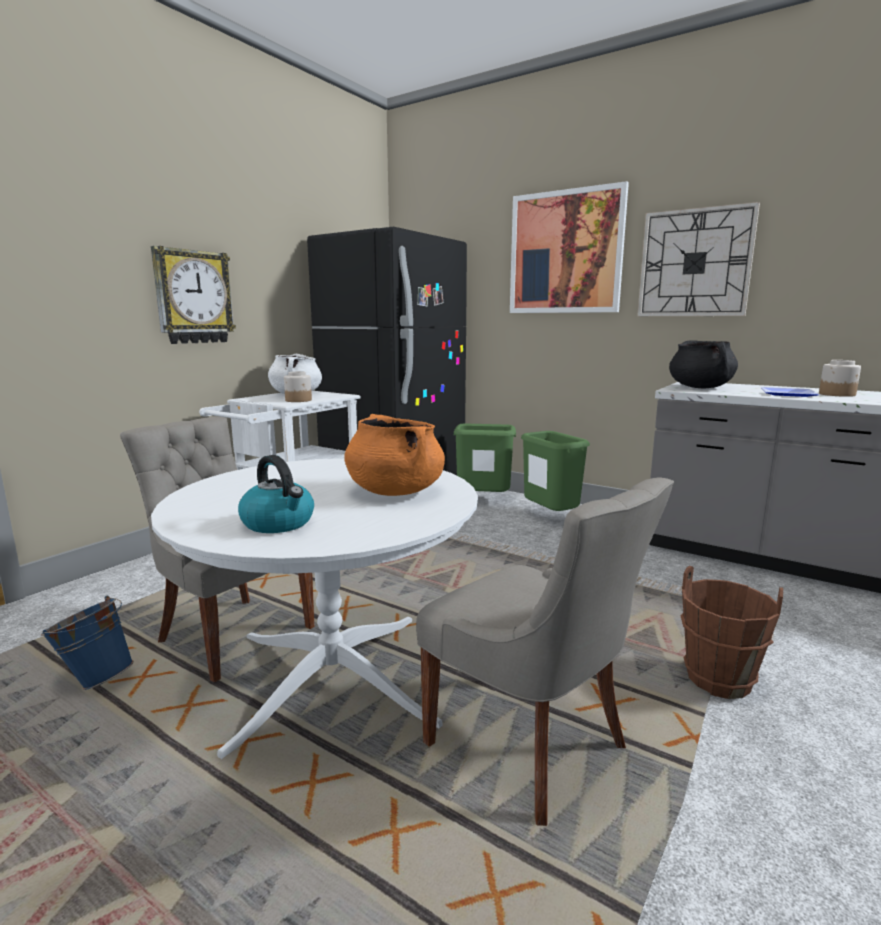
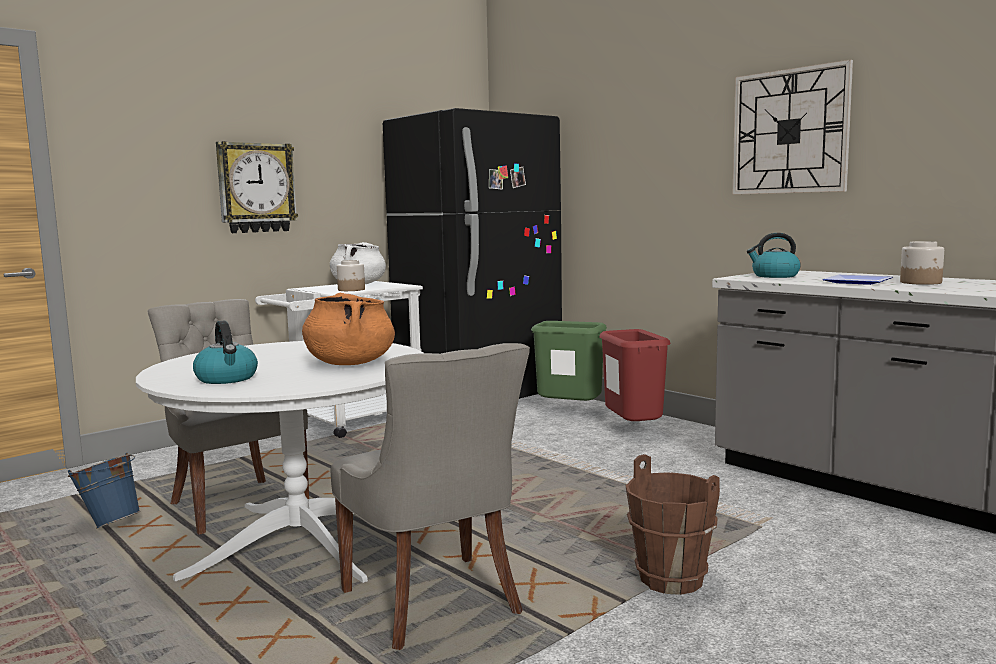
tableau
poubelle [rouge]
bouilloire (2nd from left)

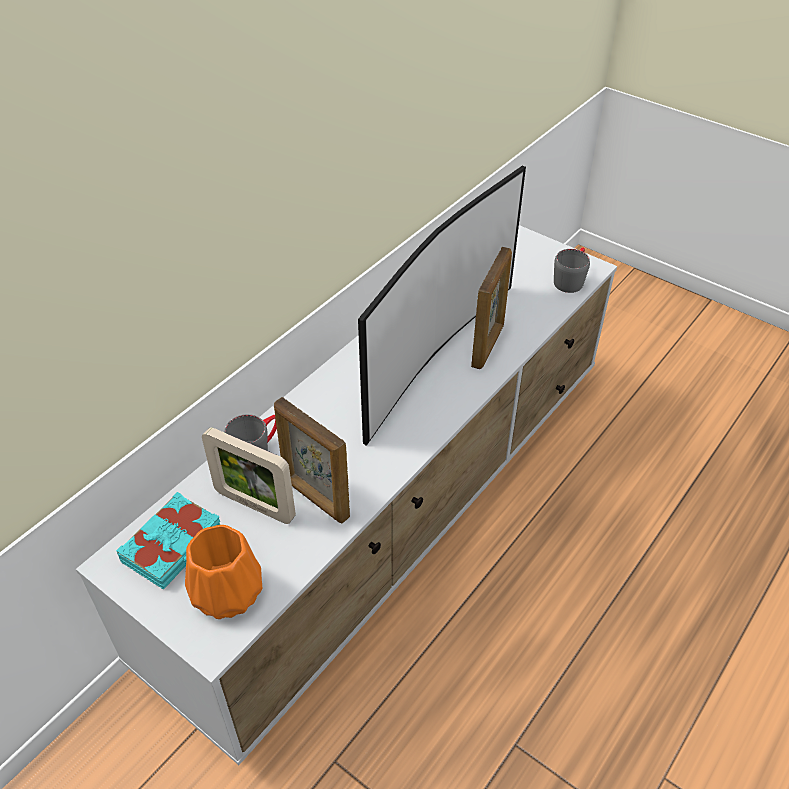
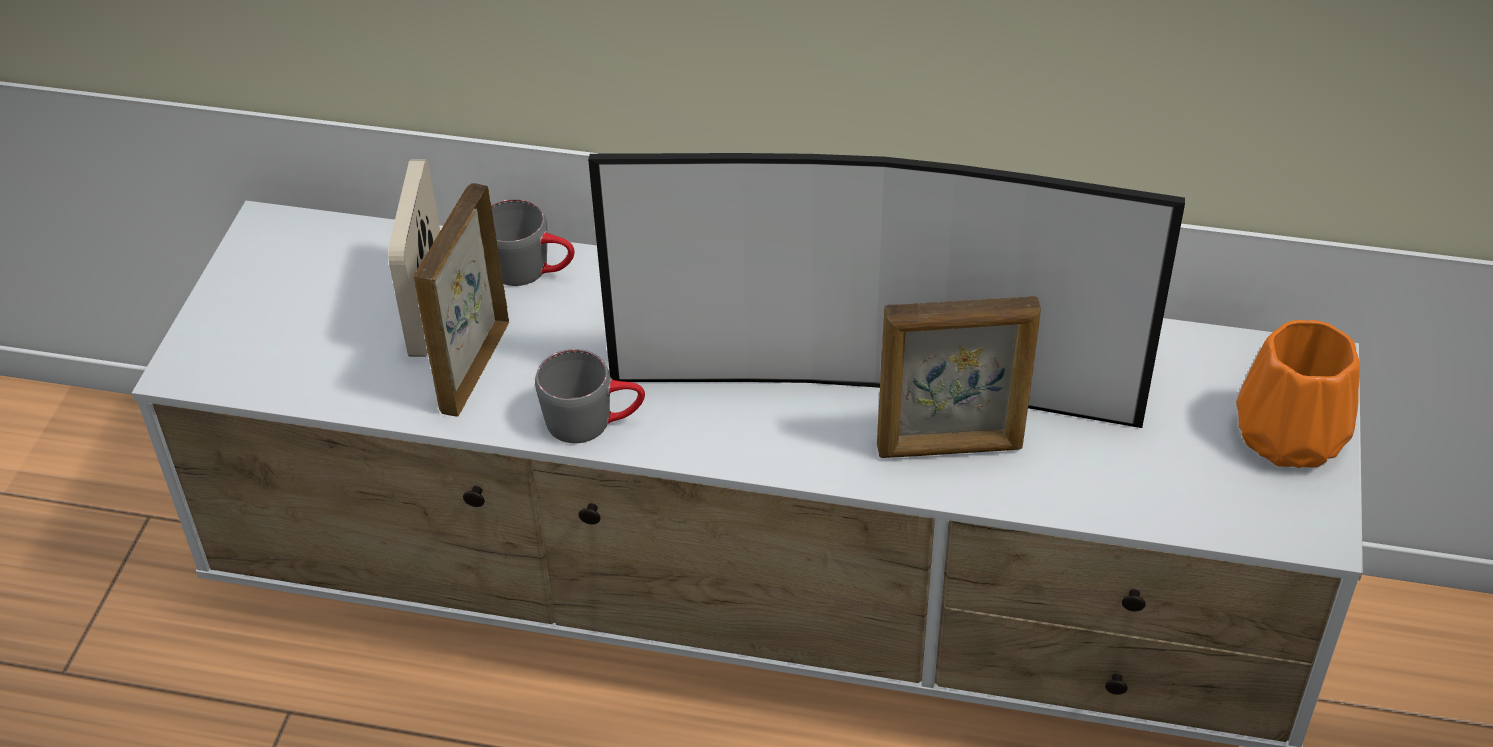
livre [turquoise]
vase [orange]
mug [gris] (2nd from left)

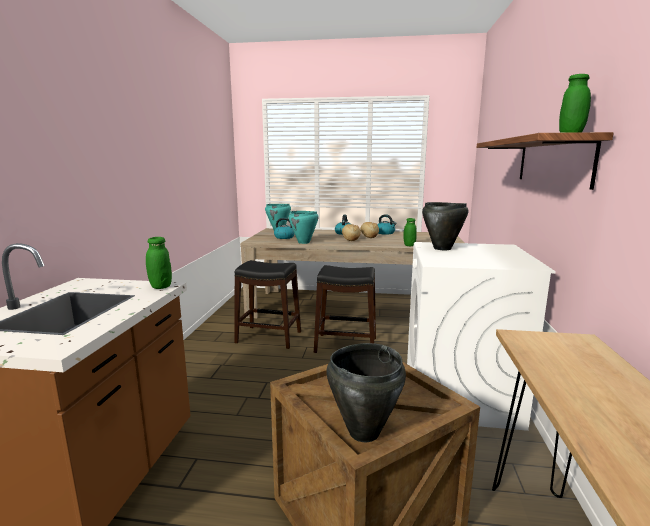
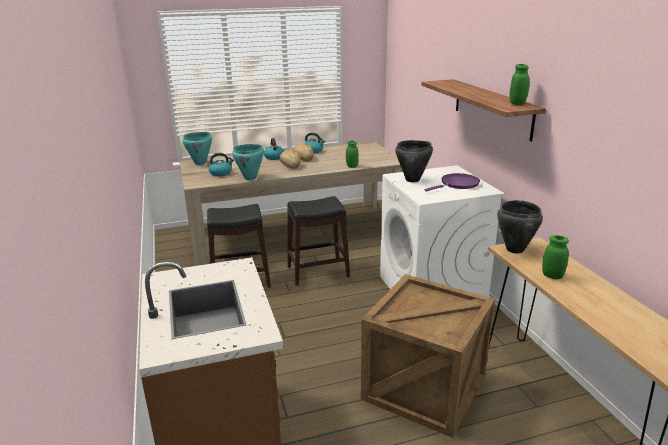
bocal [vert] (3rd from left)
marmite [noir] (2nd from left)
poêle [violet]

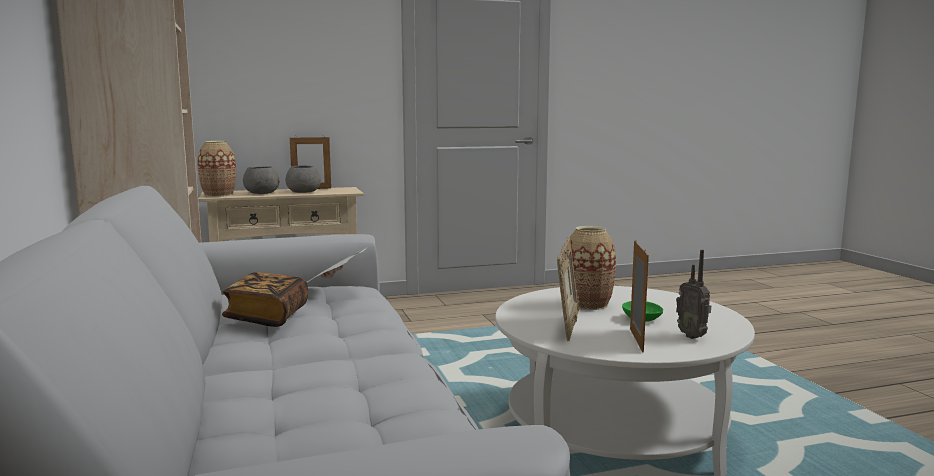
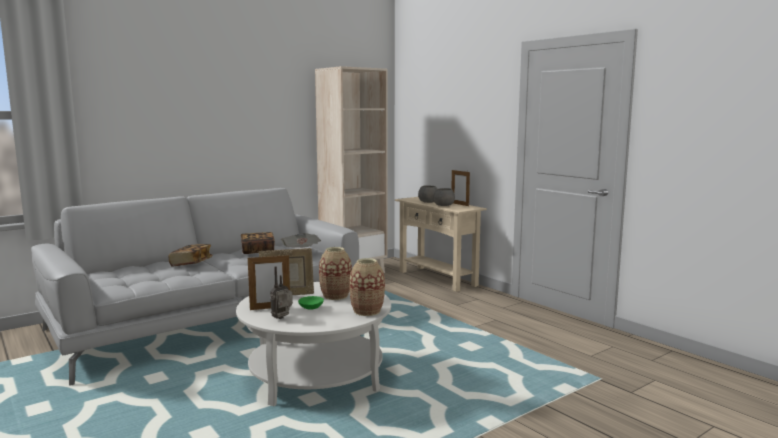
vase (2nd from left)
livre (1st from left)

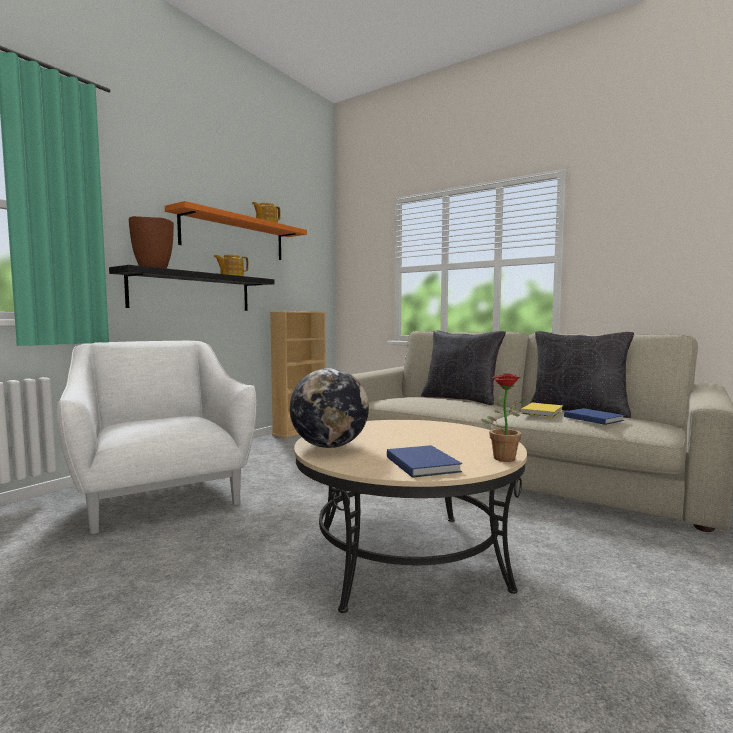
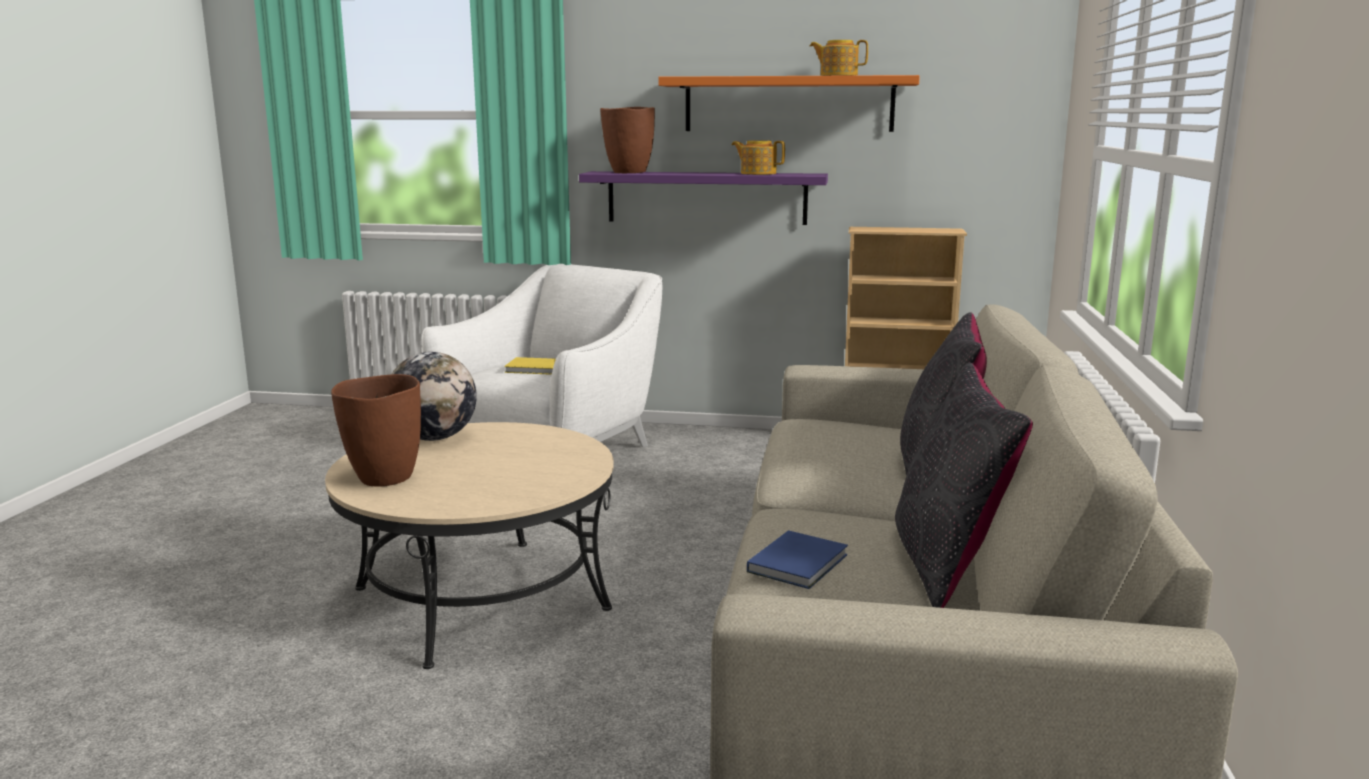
étagère [violet]
vase [marron] (1st from left)
plante en pot
livre [jaune]

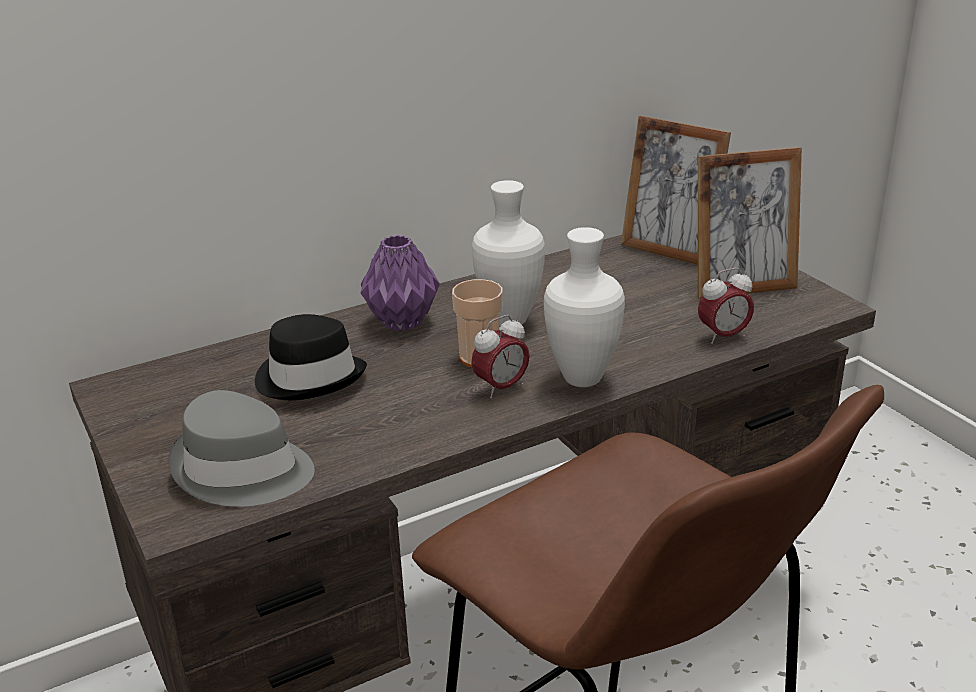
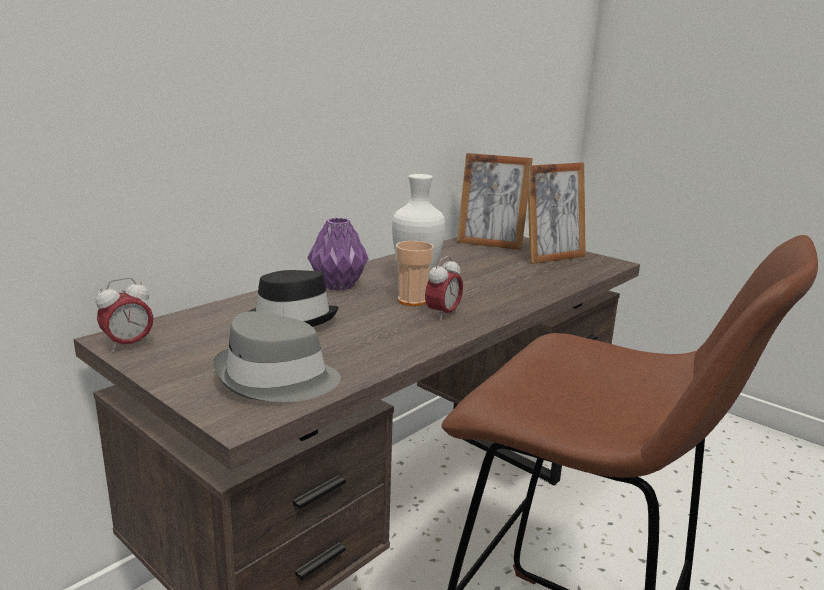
vase [blanc] (2nd from left in the first image)
réveil (1st from left)

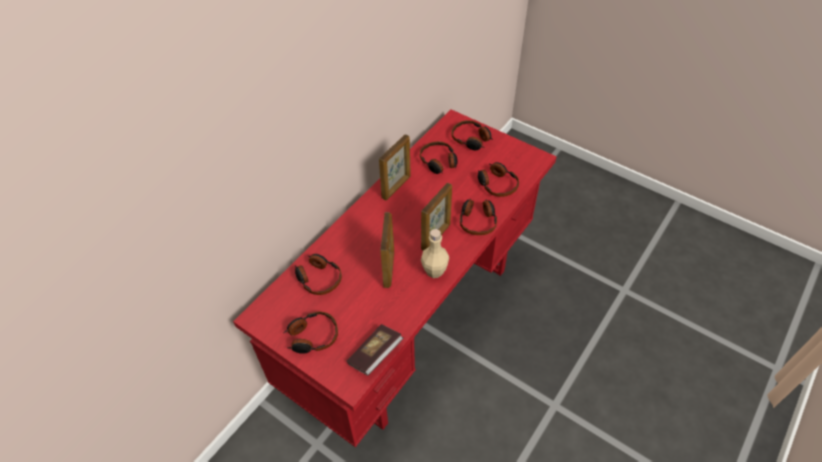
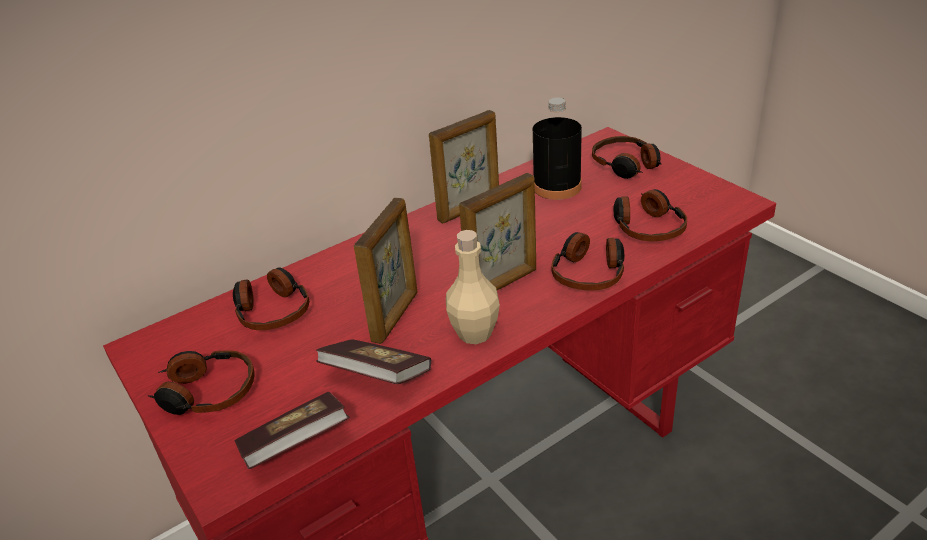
bouteille [noir]
livre (2nd from left)

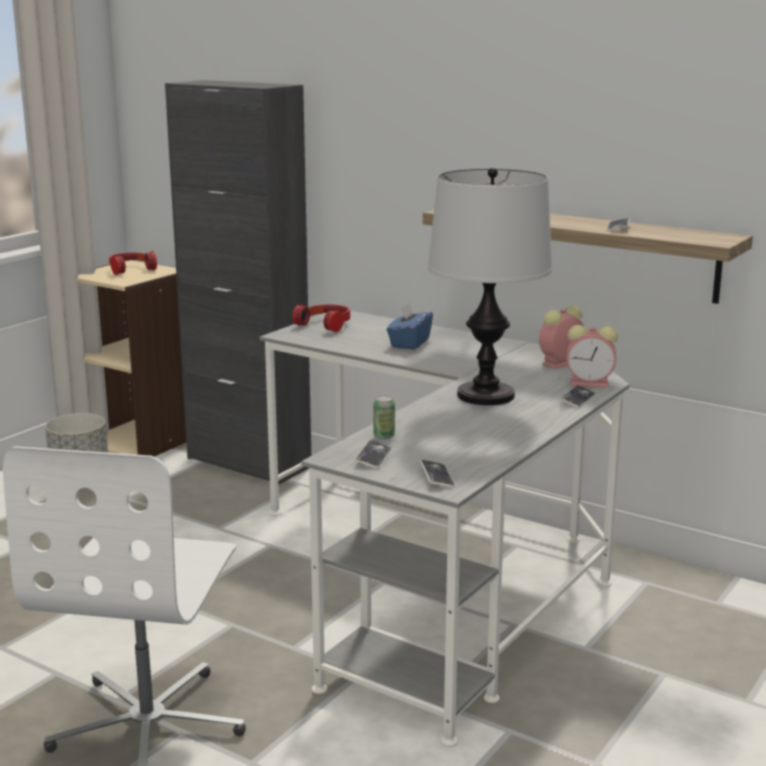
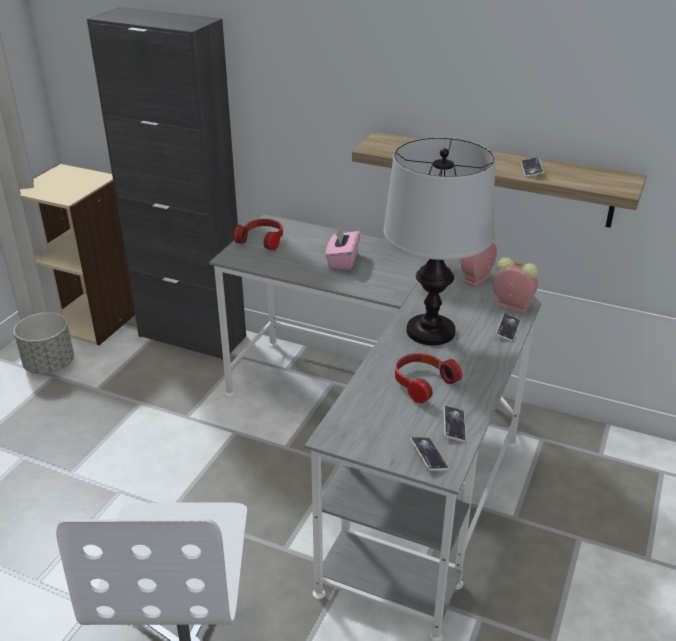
casque audio (2nd from left)
téléphone (2nd from left)
boîte métallique
boîte à mouchoirs [rose]
réveil (2nd from left)

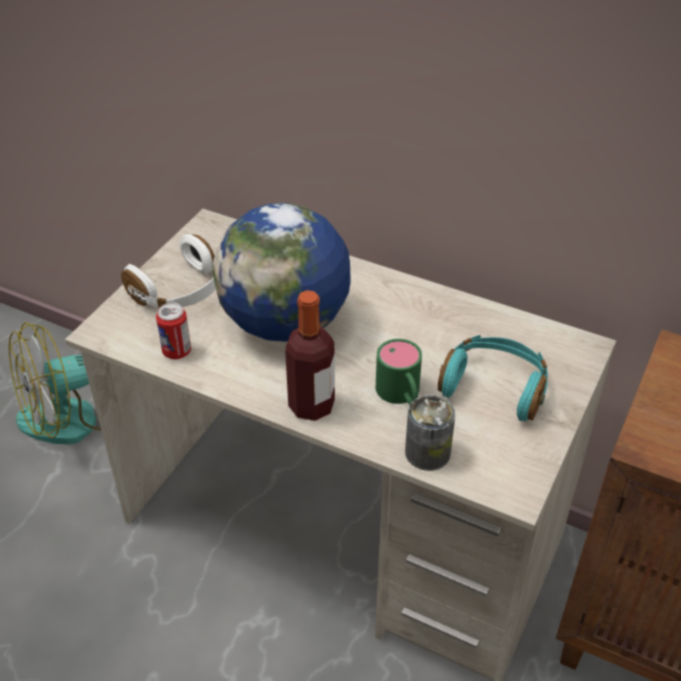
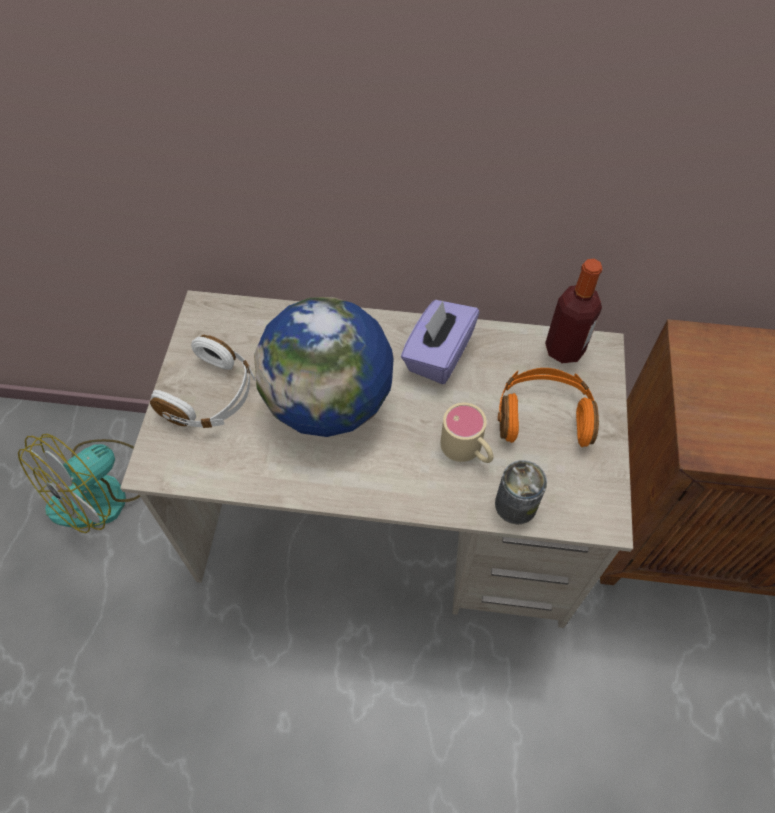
boîte métallique (1st from left in the first image)
bouteille
mug [beige]
casque audio [orange]
boîte à mouchoirs [violet]

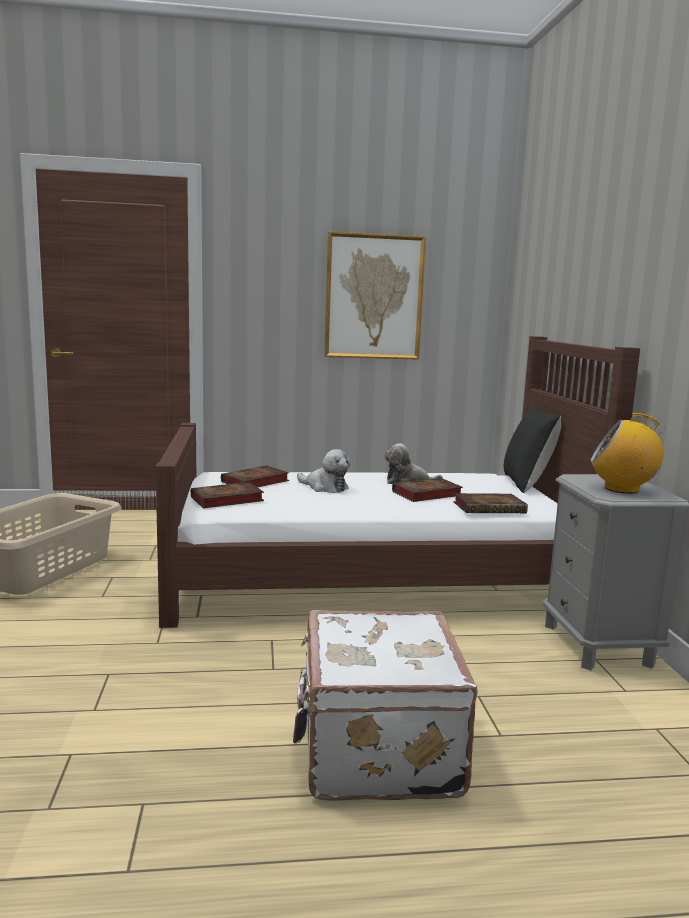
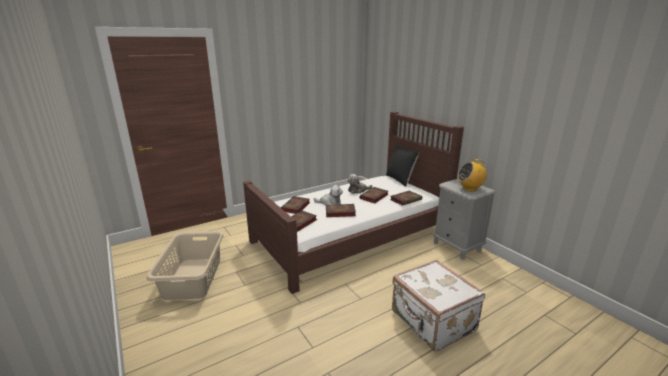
tableau
livre (3rd from left)

